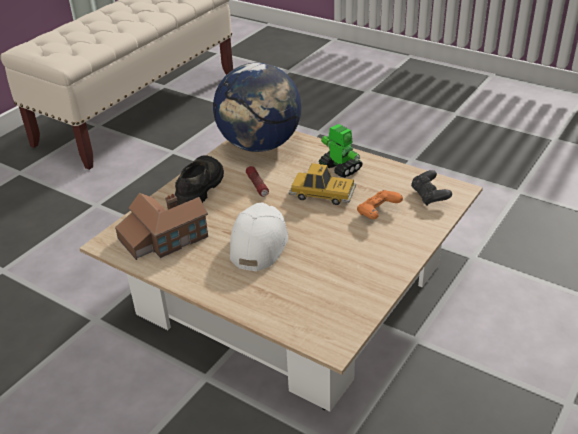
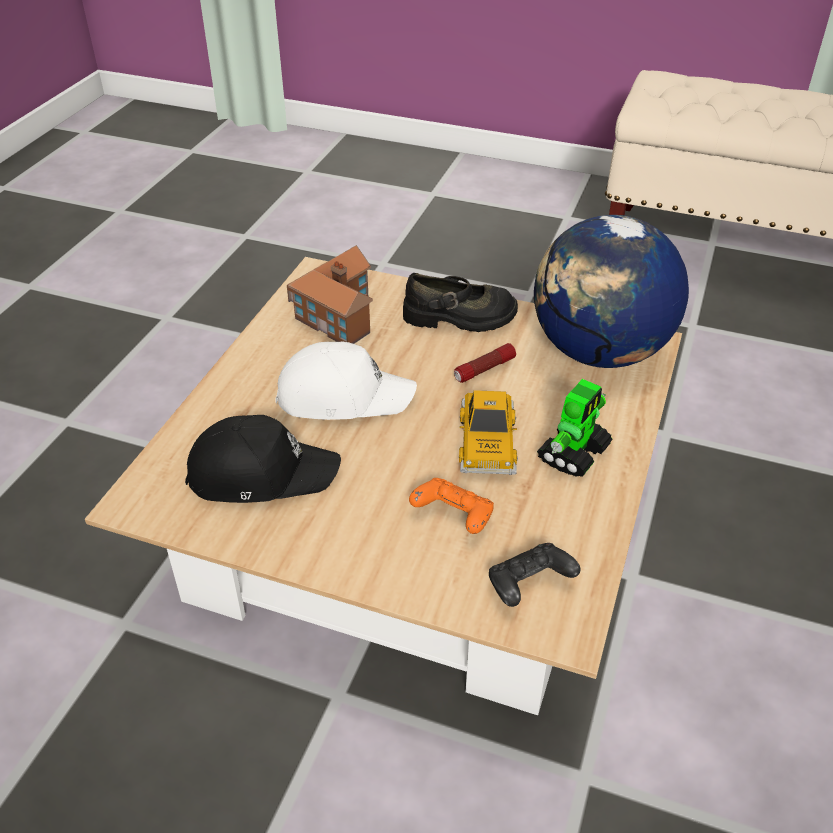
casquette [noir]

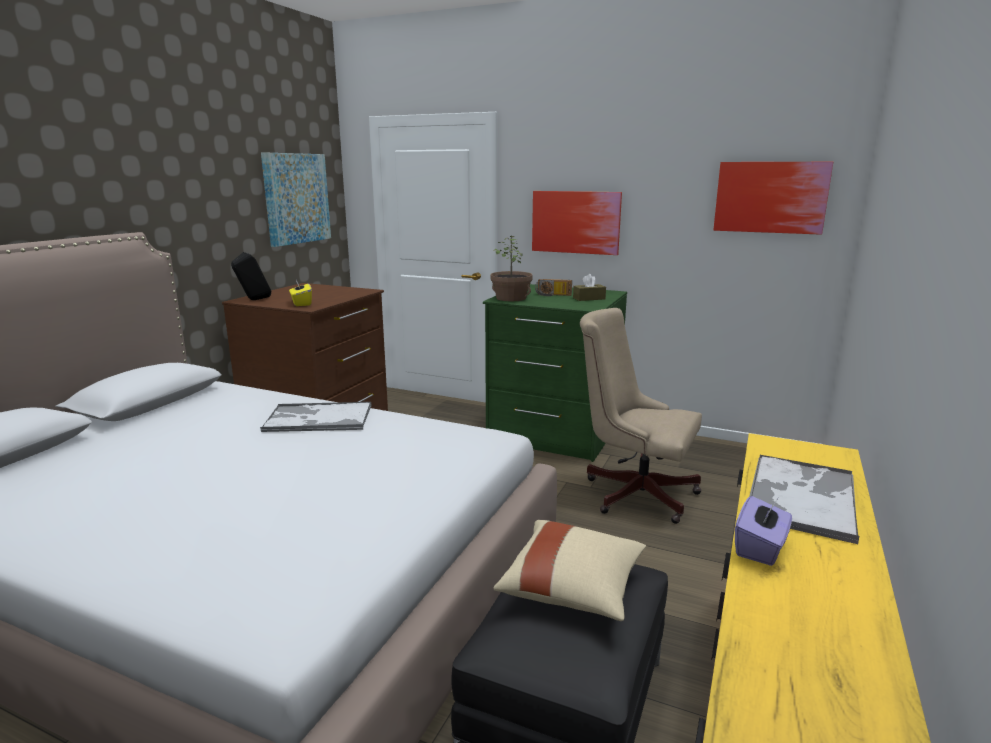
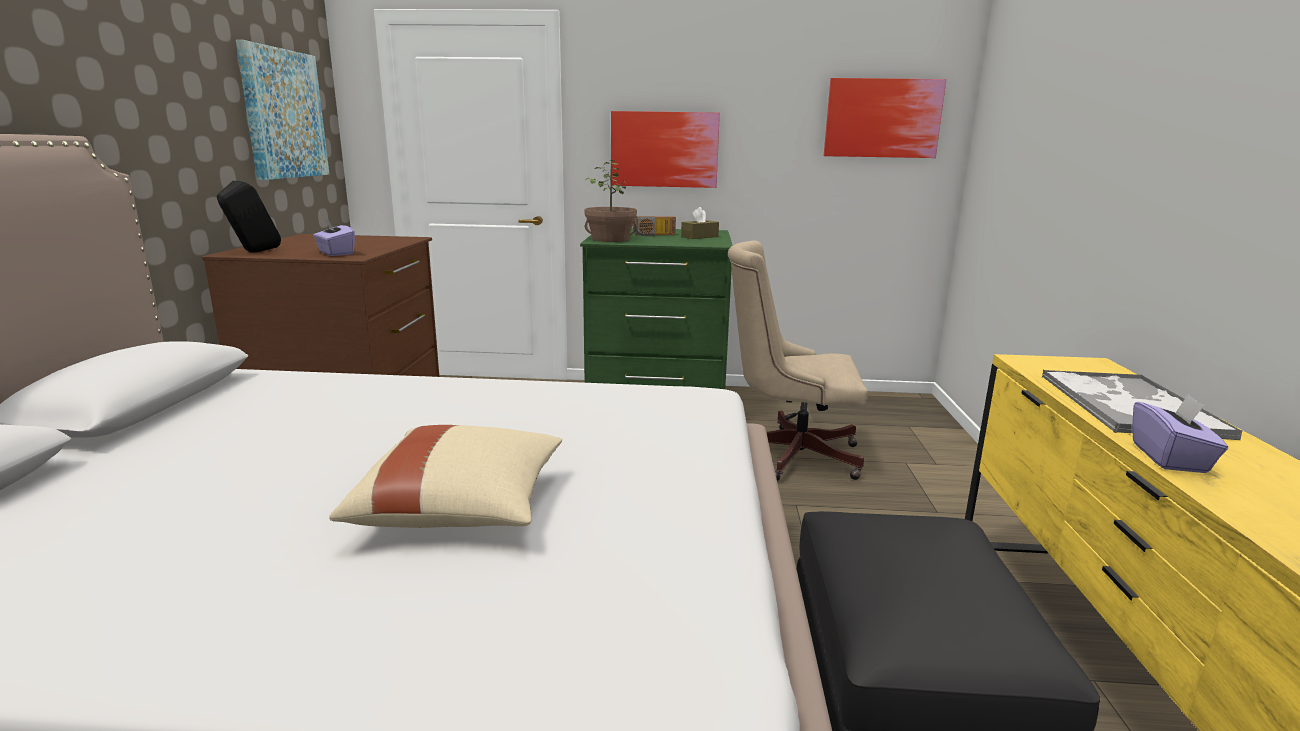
plateau (1st from left in the first image)
boîte à mouchoirs [violet] (1st from left)
coussin [beige]

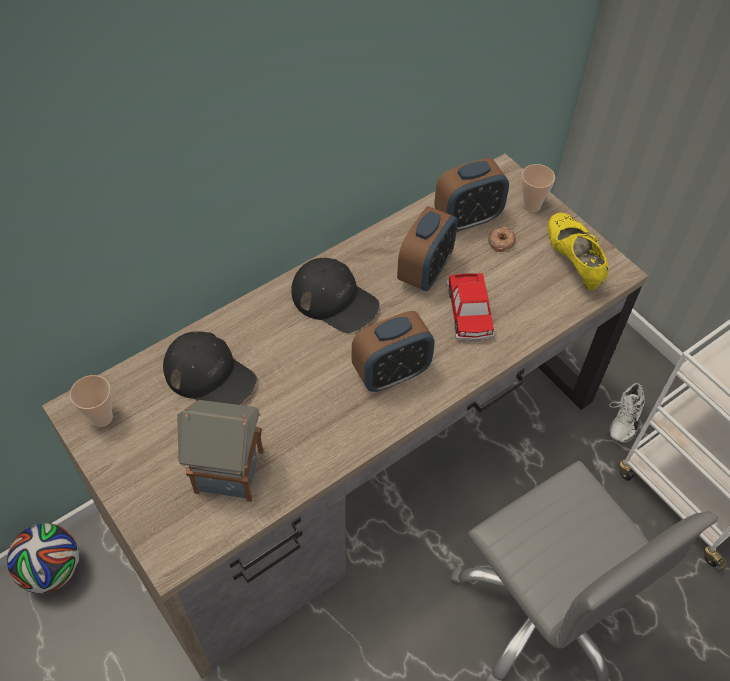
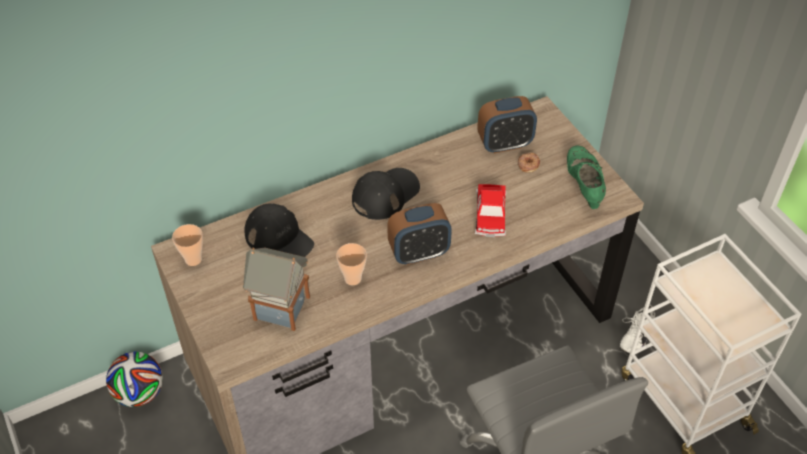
casquette [noir] (2nd from left)
réveil (2nd from left in the first image)
tasse (2nd from left)
chaussure [vert]

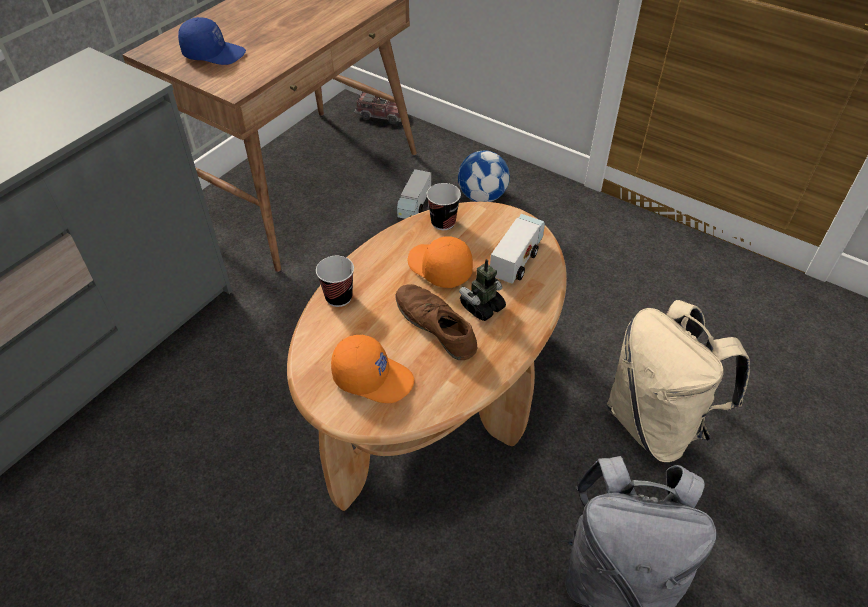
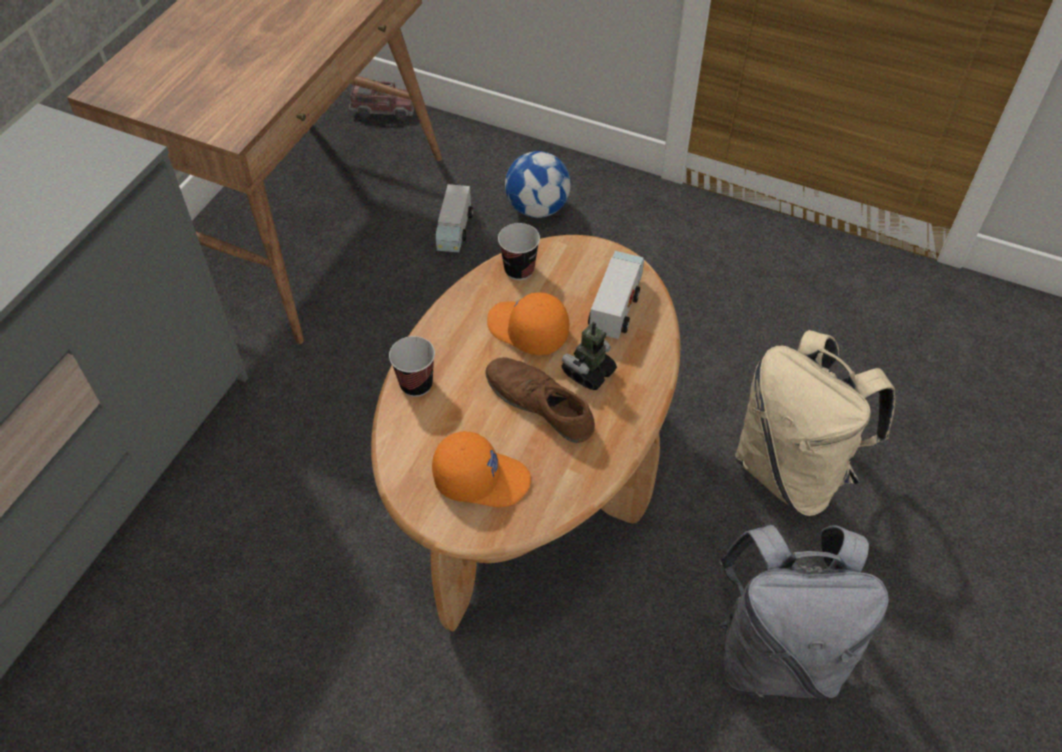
casquette [bleu]

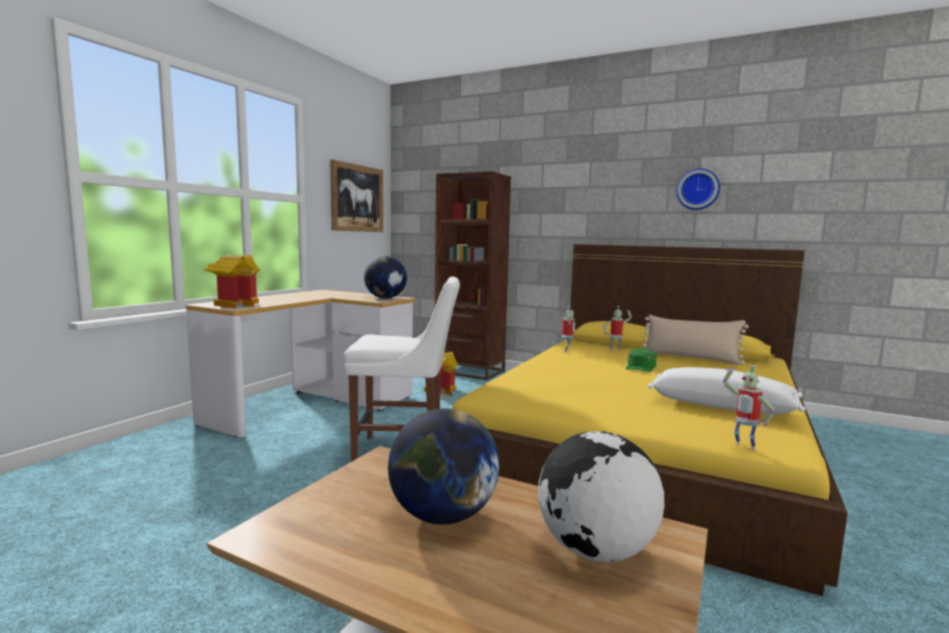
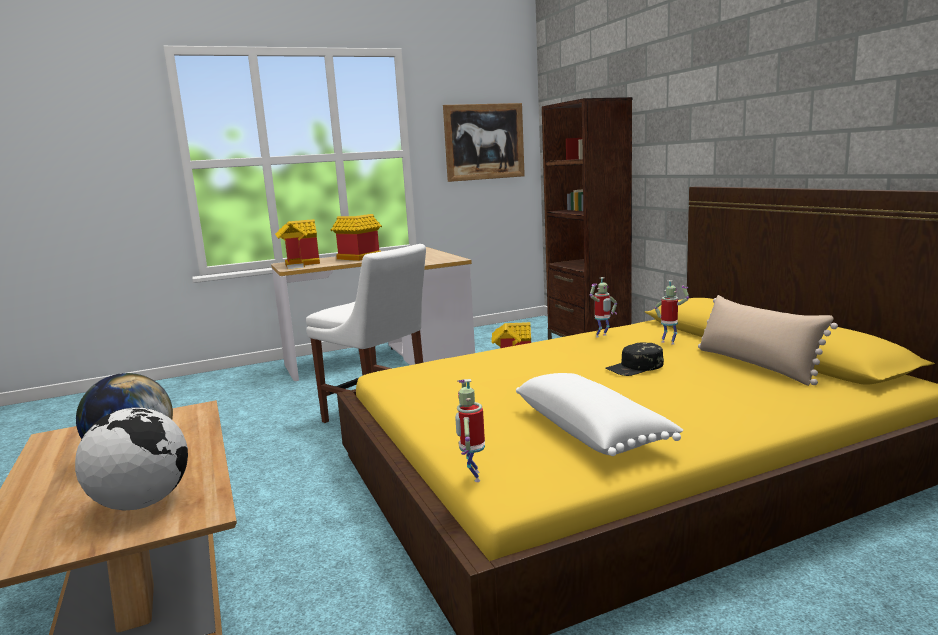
globe (1st from left in the first image)
casquette [noir]
horloge murale
maison miniature (2nd from left)

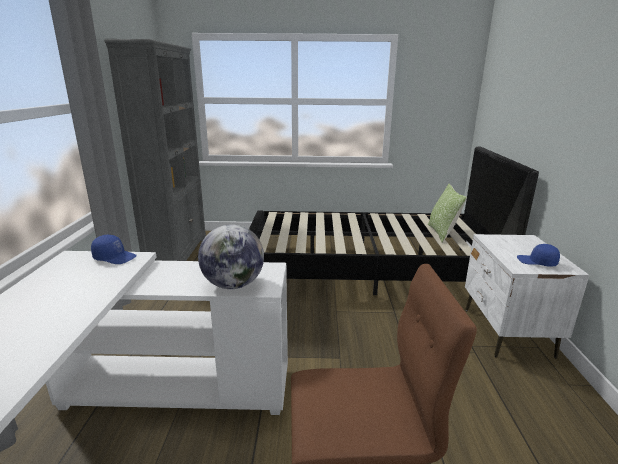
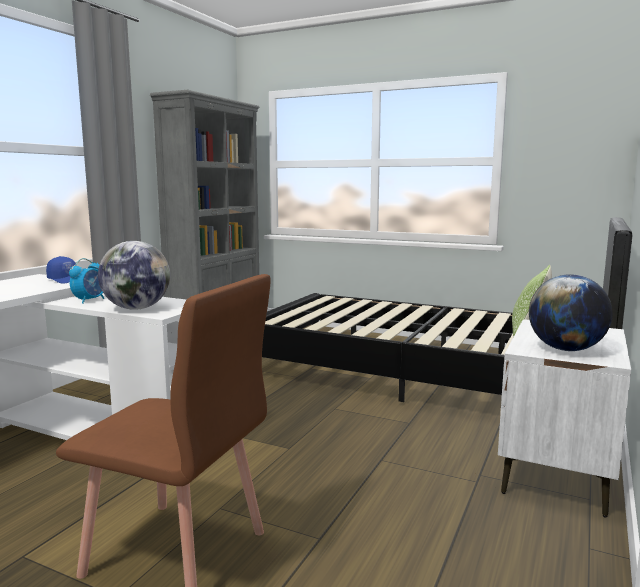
globe (2nd from left)
réveil

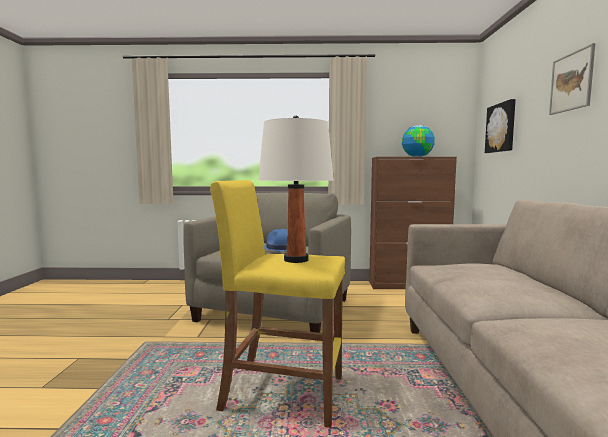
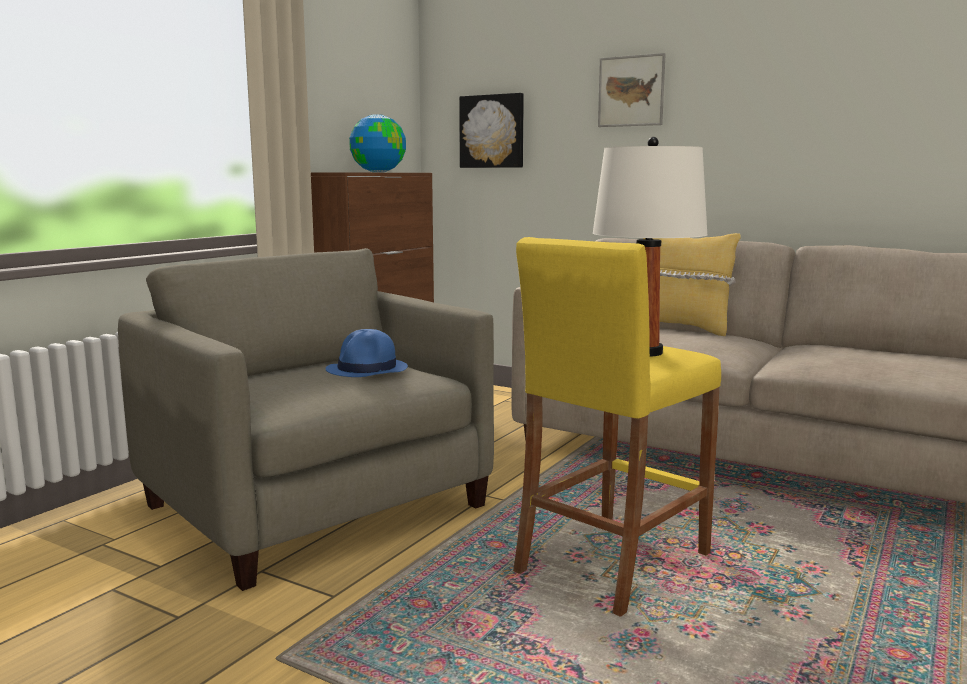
coussin [jaune]

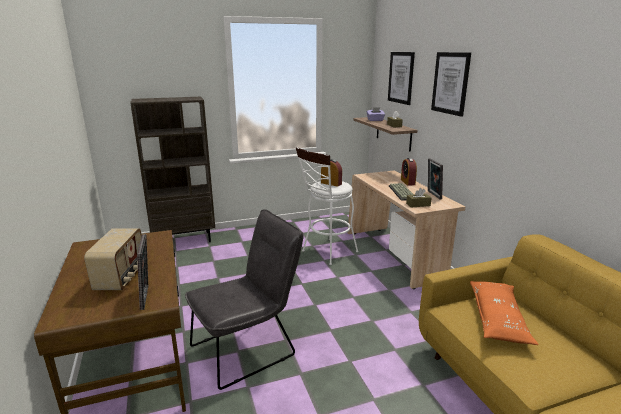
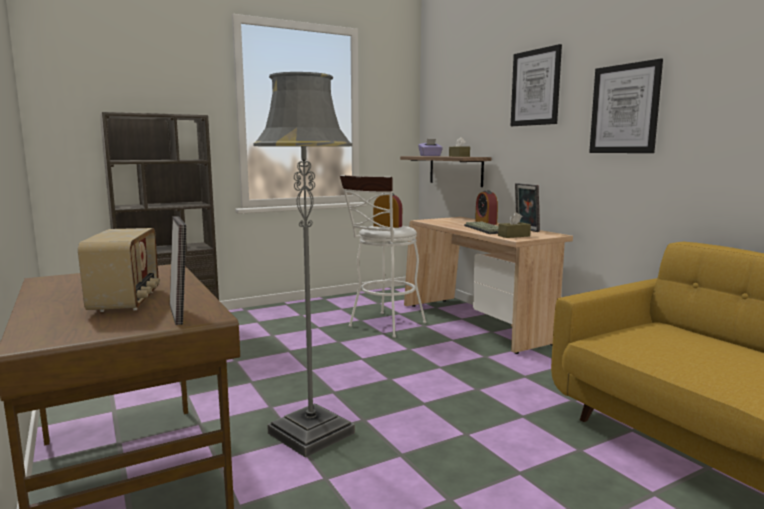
lampadaire [gris]
tableau (2nd from left)
coussin [orange]

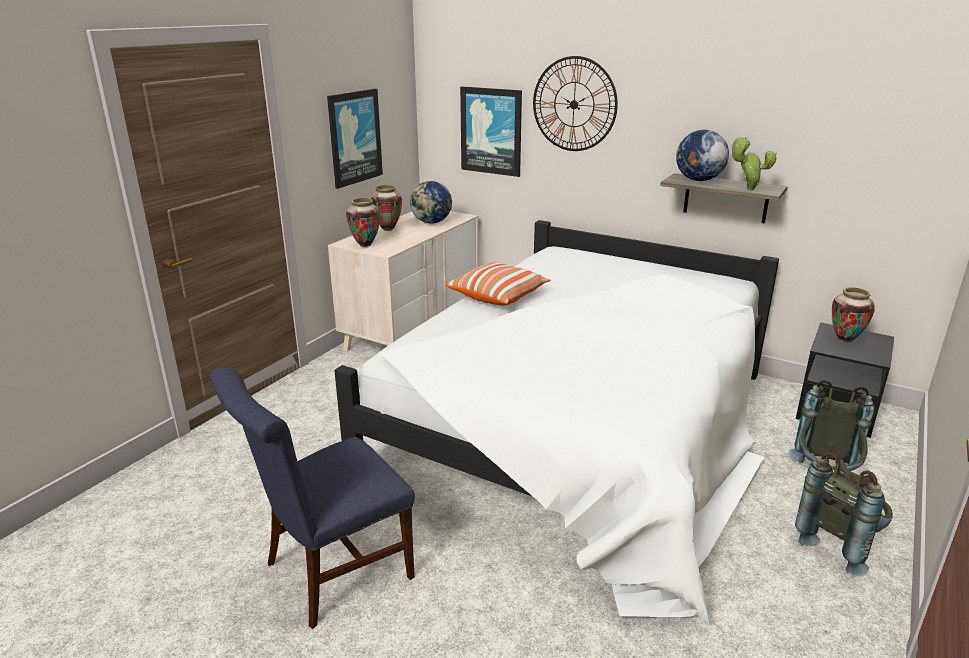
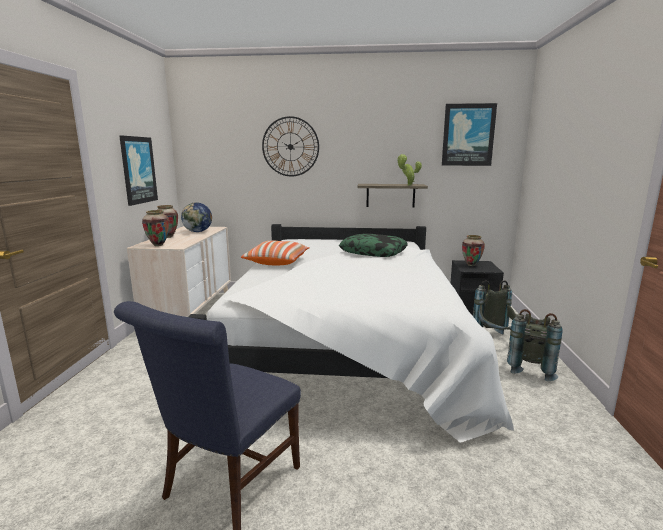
tableau (2nd from left)
globe (2nd from left in the first image)
coussin (2nd from left)

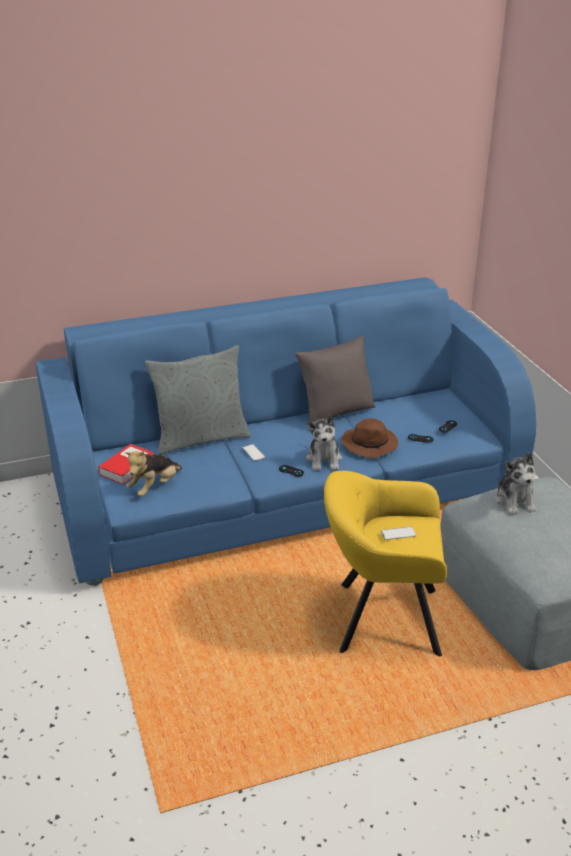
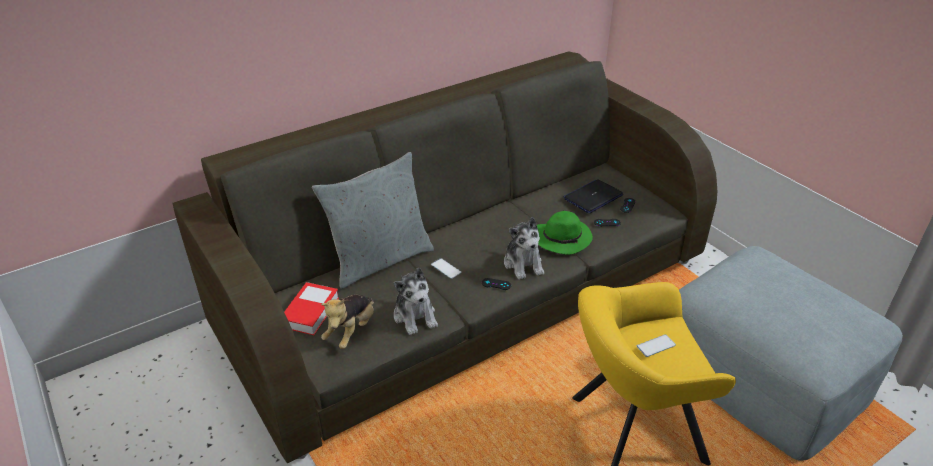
canapé [gris]
coussin [gris] (2nd from left in the first image)
chapeau [vert]
peluche (2nd from left)
ordinateur portable

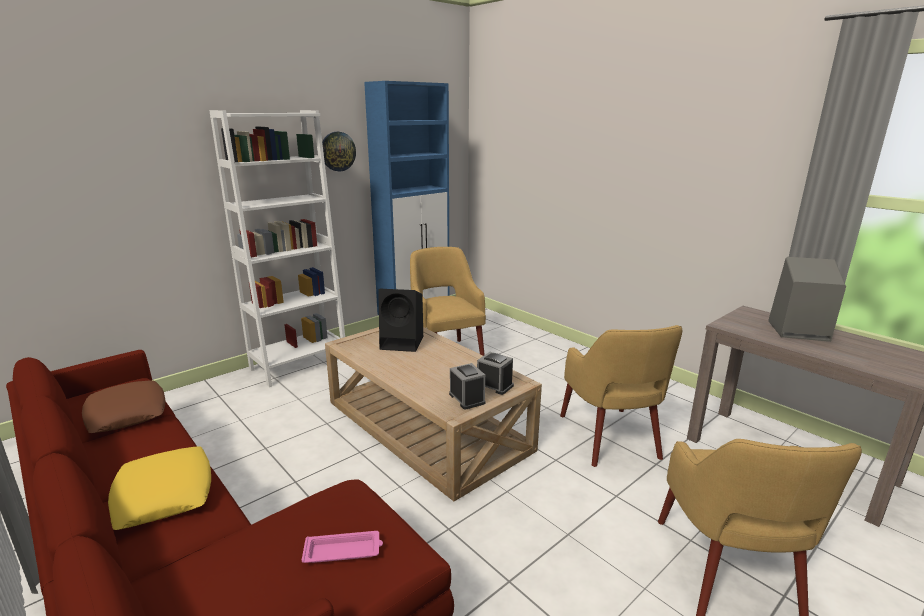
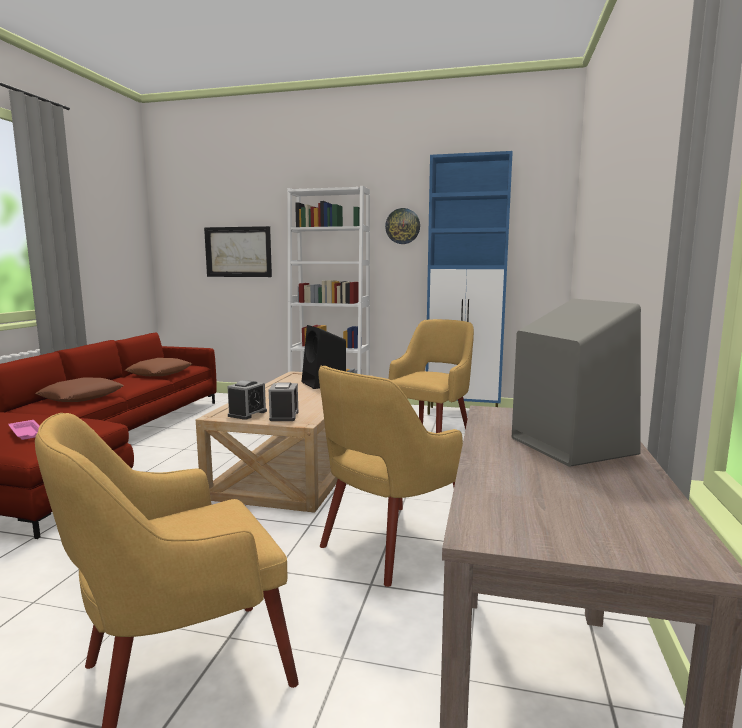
coussin [marron] (1st from left)
tableau

